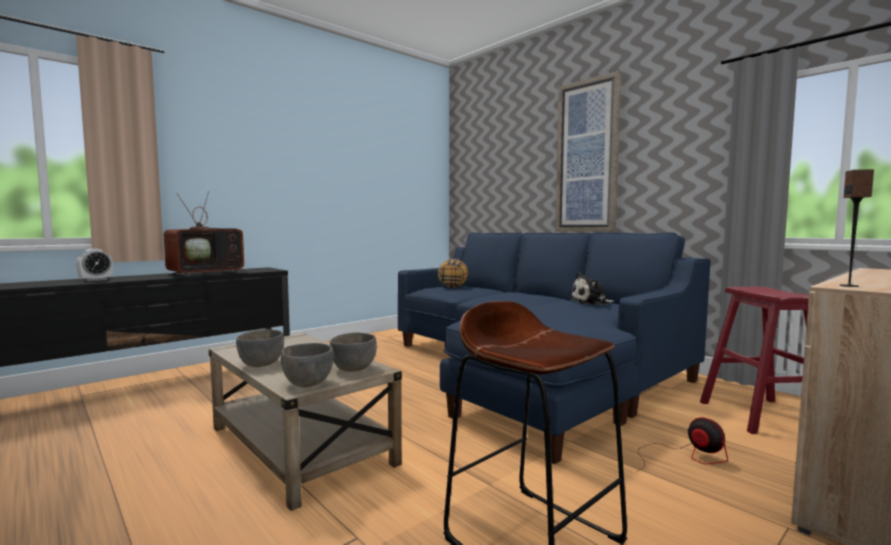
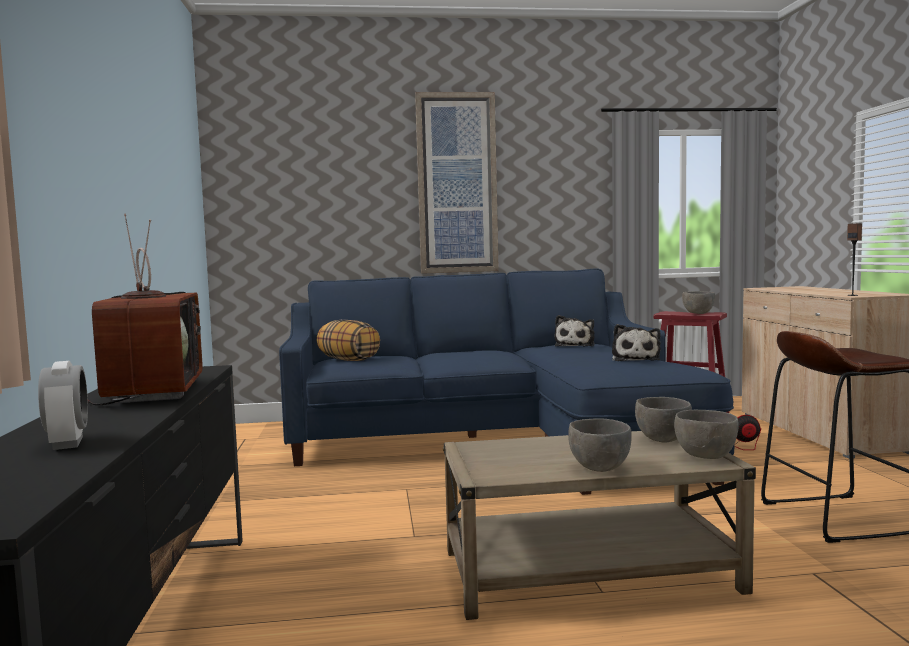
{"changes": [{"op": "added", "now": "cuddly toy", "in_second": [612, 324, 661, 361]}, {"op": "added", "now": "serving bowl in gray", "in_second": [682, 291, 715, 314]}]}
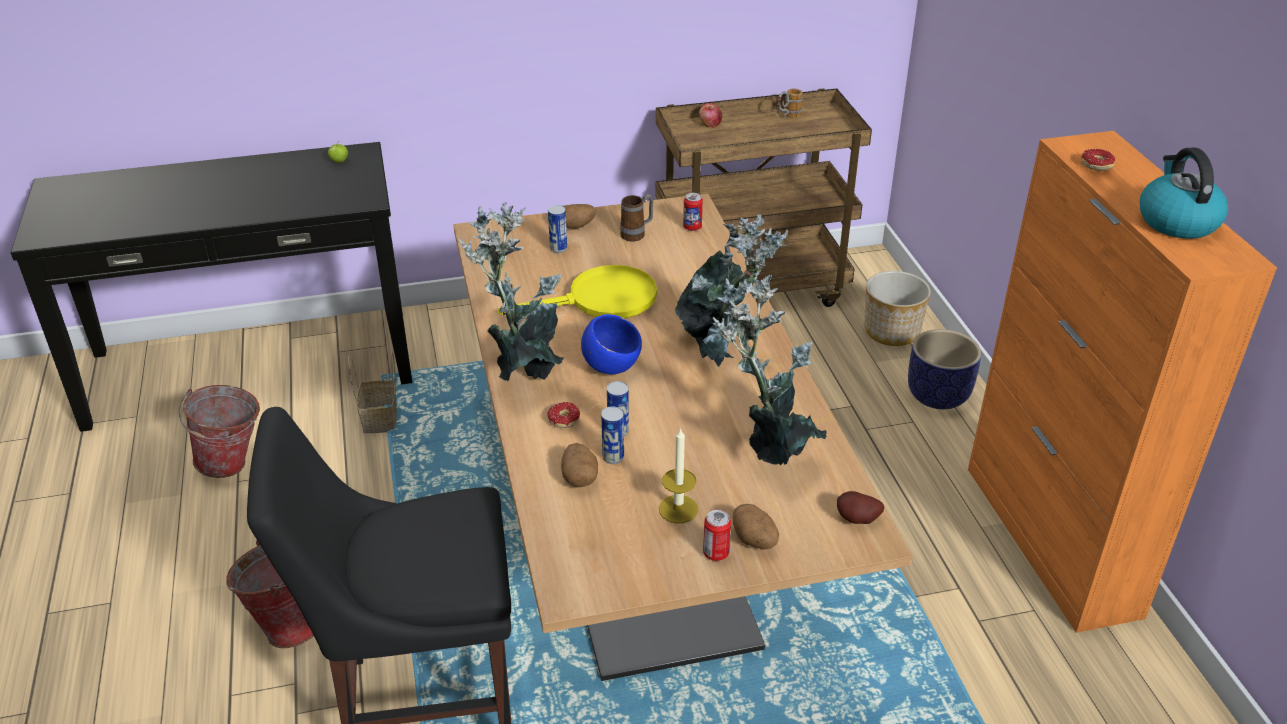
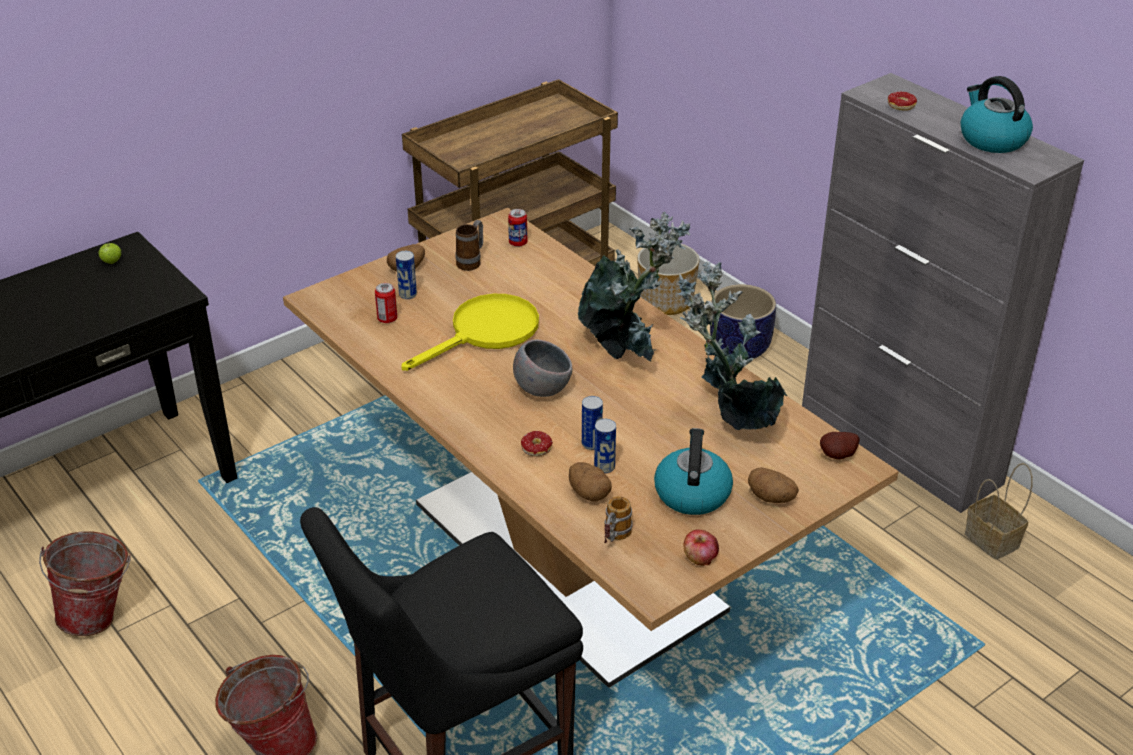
{"changes": [{"op": "moved", "was": "household basket", "in_first": [348, 352, 397, 433], "in_second": [965, 463, 1033, 559]}, {"op": "removed", "was": "plant in a pot", "in_first": [458, 202, 564, 381]}, {"op": "recoloured", "was": "serving bowl in blue", "now": "serving bowl in gray", "in_first": [581, 314, 642, 375], "in_second": [513, 340, 572, 397]}, {"op": "replaced", "was": "candle", "now": "water kettle", "in_first": [659, 427, 698, 523], "in_second": [654, 428, 733, 515]}, {"op": "moved", "was": "apple fruit", "in_first": [699, 103, 722, 128], "in_second": [684, 529, 719, 566]}, {"op": "moved", "was": "can", "in_first": [703, 510, 731, 561], "in_second": [375, 283, 397, 323]}, {"op": "moved", "was": "tea mug", "in_first": [777, 89, 803, 118], "in_second": [604, 496, 633, 543]}, {"op": "recoloured", "was": "cabinet in orangey", "now": "cabinet in gray", "in_first": [968, 131, 1277, 633], "in_second": [802, 73, 1084, 513]}]}
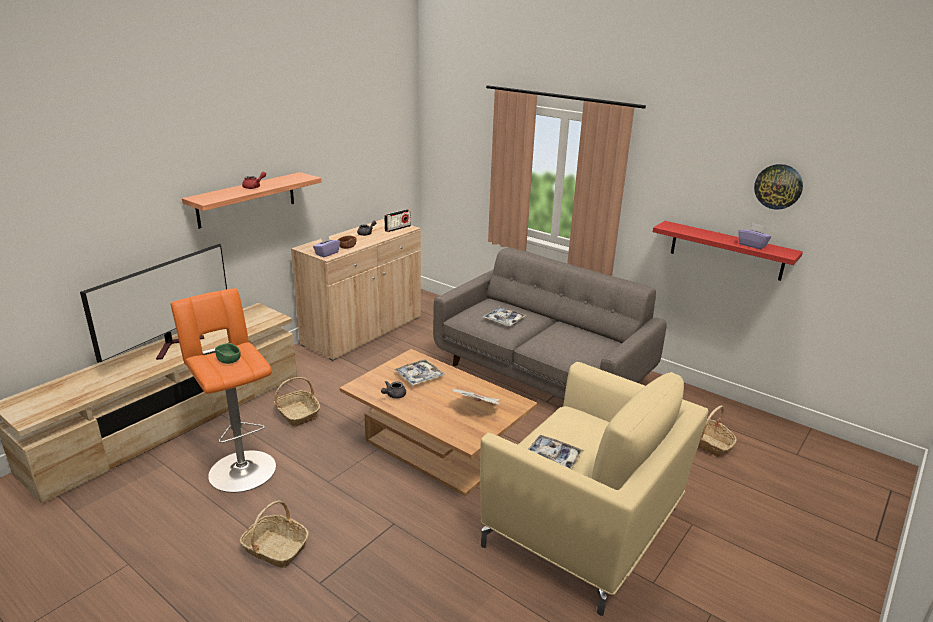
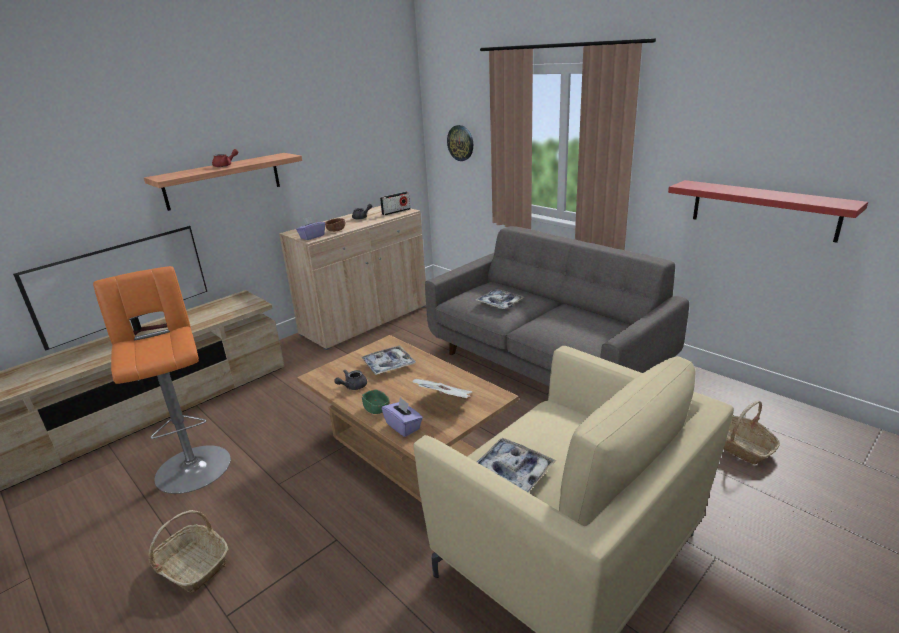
{"changes": [{"op": "moved", "was": "serving bowl in green-coloured", "in_first": [215, 343, 240, 364], "in_second": [362, 390, 389, 414]}, {"op": "removed", "was": "household basket", "in_first": [274, 377, 320, 427]}, {"op": "moved", "was": "box of tissues in purple-coloured", "in_first": [738, 223, 771, 249], "in_second": [382, 397, 423, 437]}, {"op": "moved", "was": "wall clock", "in_first": [754, 164, 803, 209], "in_second": [447, 125, 473, 161]}]}
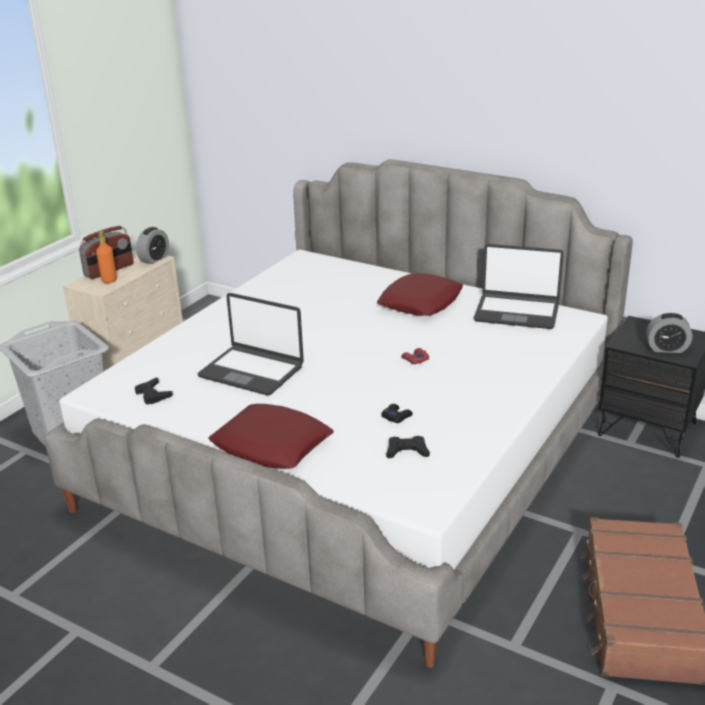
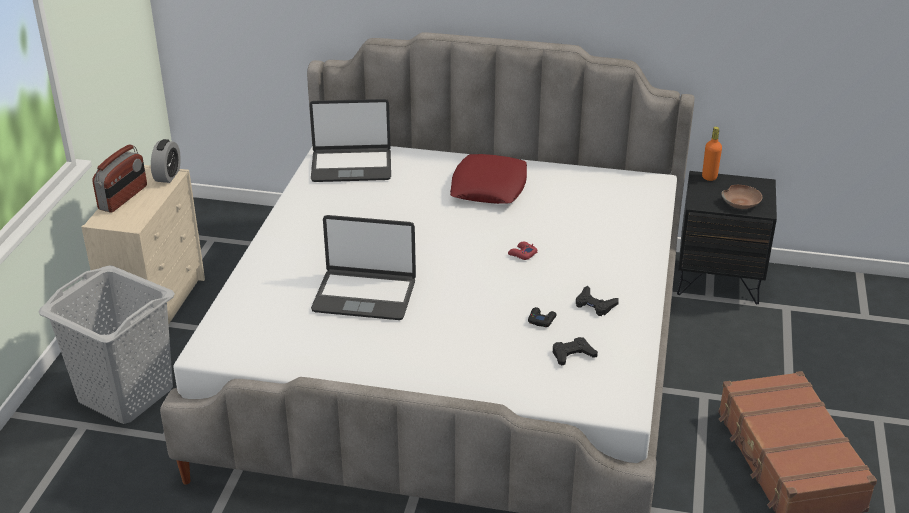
{"changes": [{"op": "moved", "was": "bottle in orangey", "in_first": [96, 231, 117, 283], "in_second": [702, 127, 722, 181]}, {"op": "moved", "was": "joypad in blackish", "in_first": [135, 377, 173, 405], "in_second": [576, 286, 619, 316]}, {"op": "removed", "was": "cushion in reddish", "in_first": [208, 404, 334, 469]}, {"op": "moved", "was": "notebook computer", "in_first": [474, 244, 564, 329], "in_second": [309, 99, 391, 182]}, {"op": "replaced", "was": "alarm clock", "now": "serving bowl in brown", "in_first": [646, 313, 692, 353], "in_second": [721, 185, 762, 209]}]}
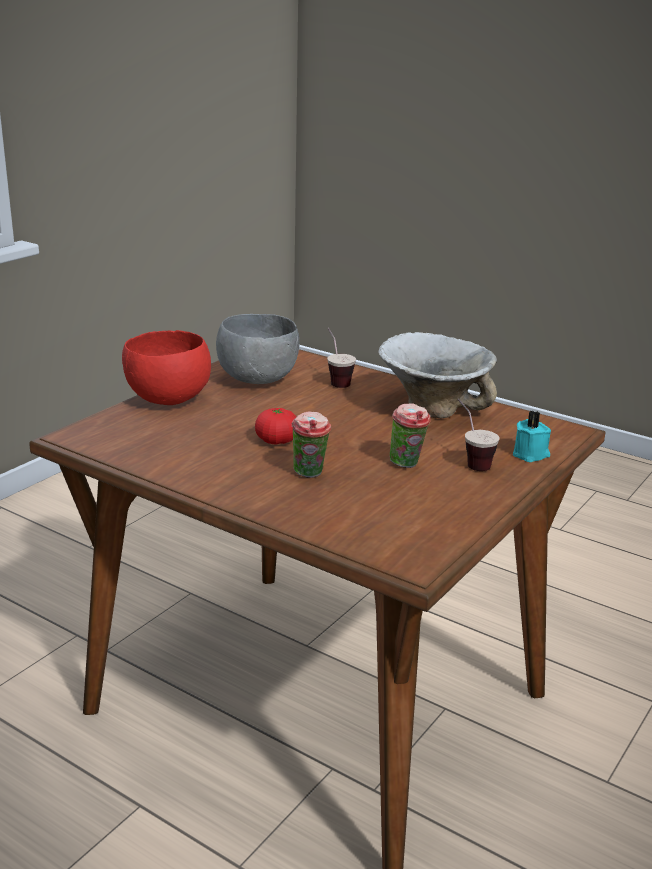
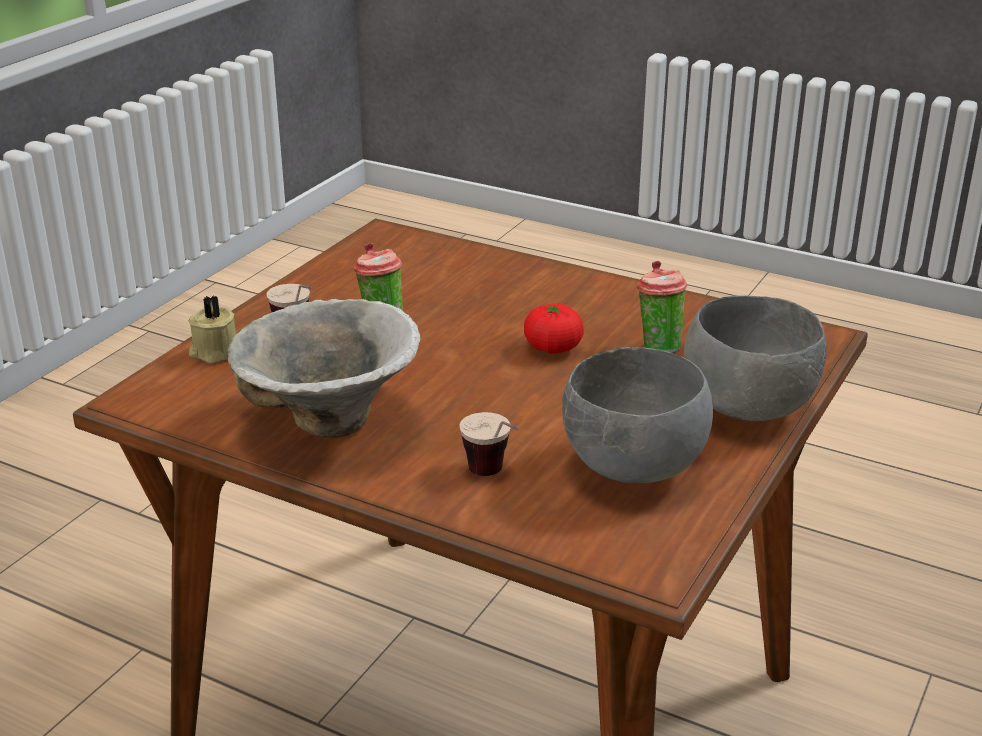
{"changes": [{"op": "recoloured", "was": "serving bowl in reddish", "now": "serving bowl in gray", "in_first": [122, 330, 211, 405], "in_second": [684, 295, 827, 421]}, {"op": "moved", "was": "drinking cup", "in_first": [292, 412, 332, 478], "in_second": [637, 261, 687, 354]}, {"op": "recoloured", "was": "candle in turquoise-coloured", "now": "candle in sand-coloured", "in_first": [513, 411, 551, 462], "in_second": [189, 295, 236, 363]}]}
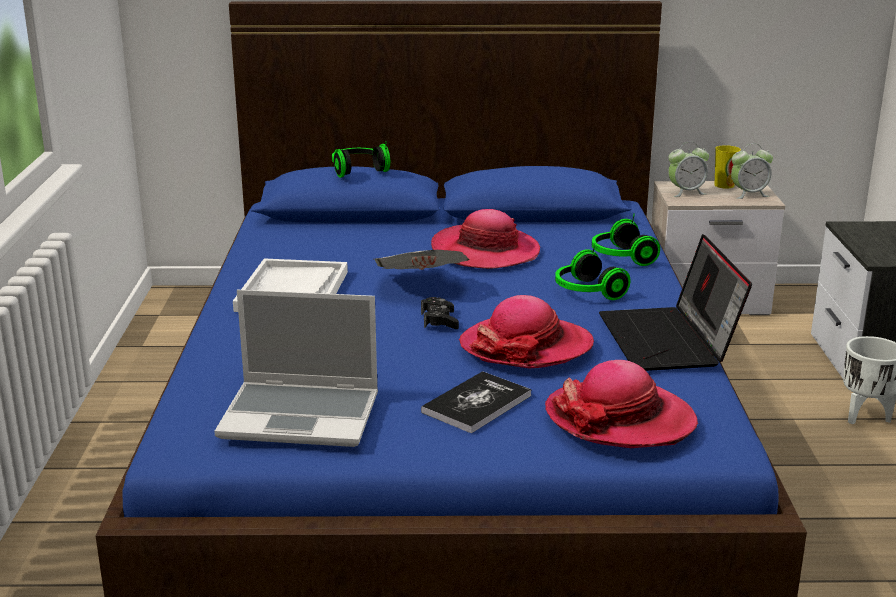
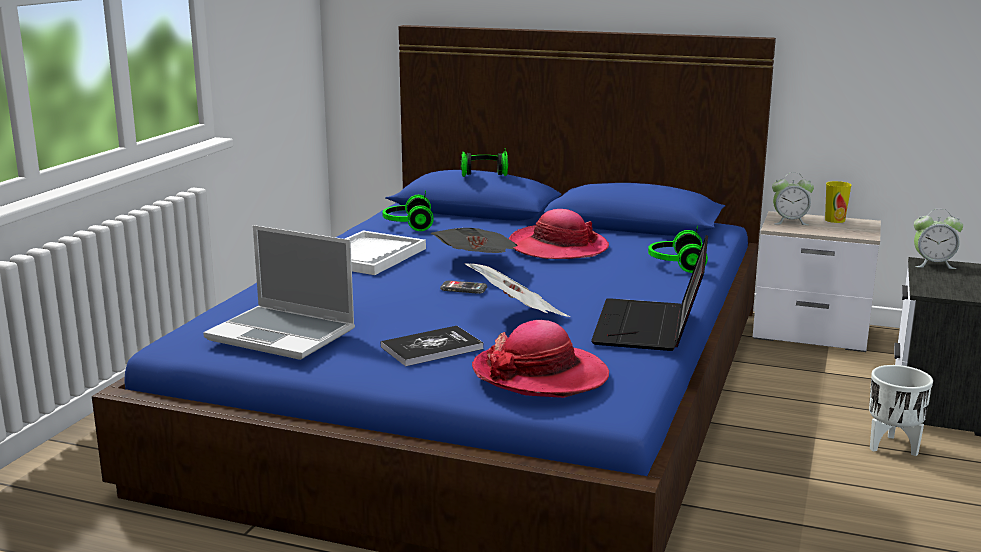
{"changes": [{"op": "replaced", "was": "joypad in blackish", "now": "handset", "in_first": [421, 297, 459, 329], "in_second": [440, 280, 487, 294]}, {"op": "replaced", "was": "hat", "now": "newspaper", "in_first": [459, 295, 594, 368], "in_second": [464, 263, 570, 317]}, {"op": "moved", "was": "headset", "in_first": [555, 243, 631, 300], "in_second": [382, 190, 434, 231]}, {"op": "moved", "was": "alarm clock", "in_first": [731, 144, 773, 199], "in_second": [914, 209, 963, 269]}]}
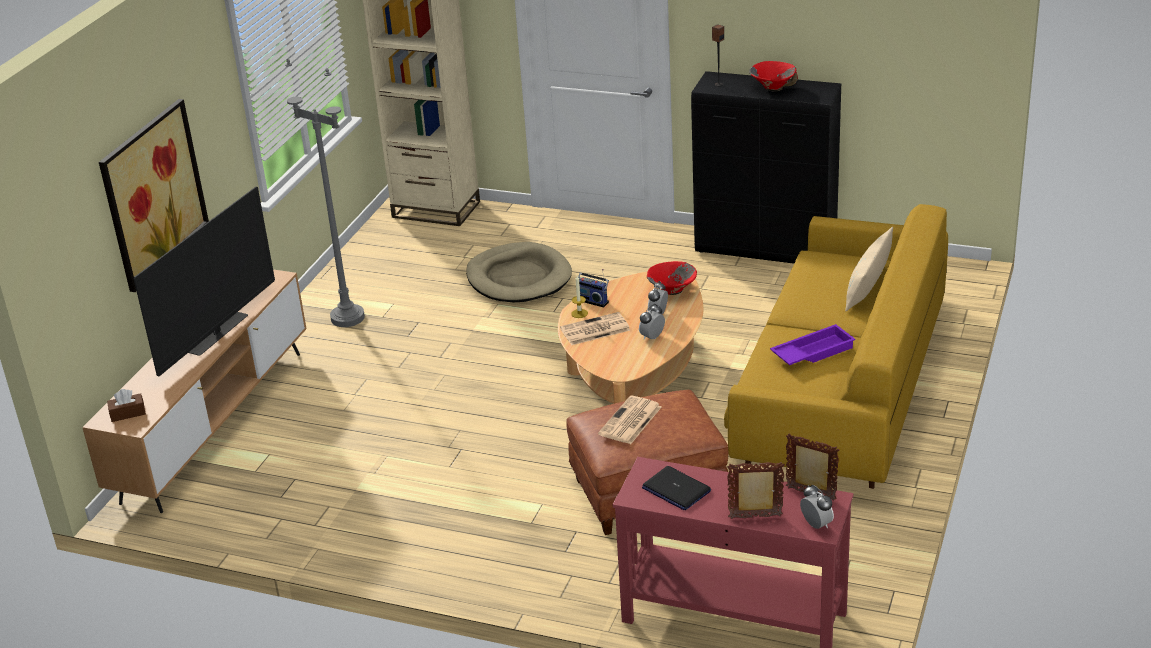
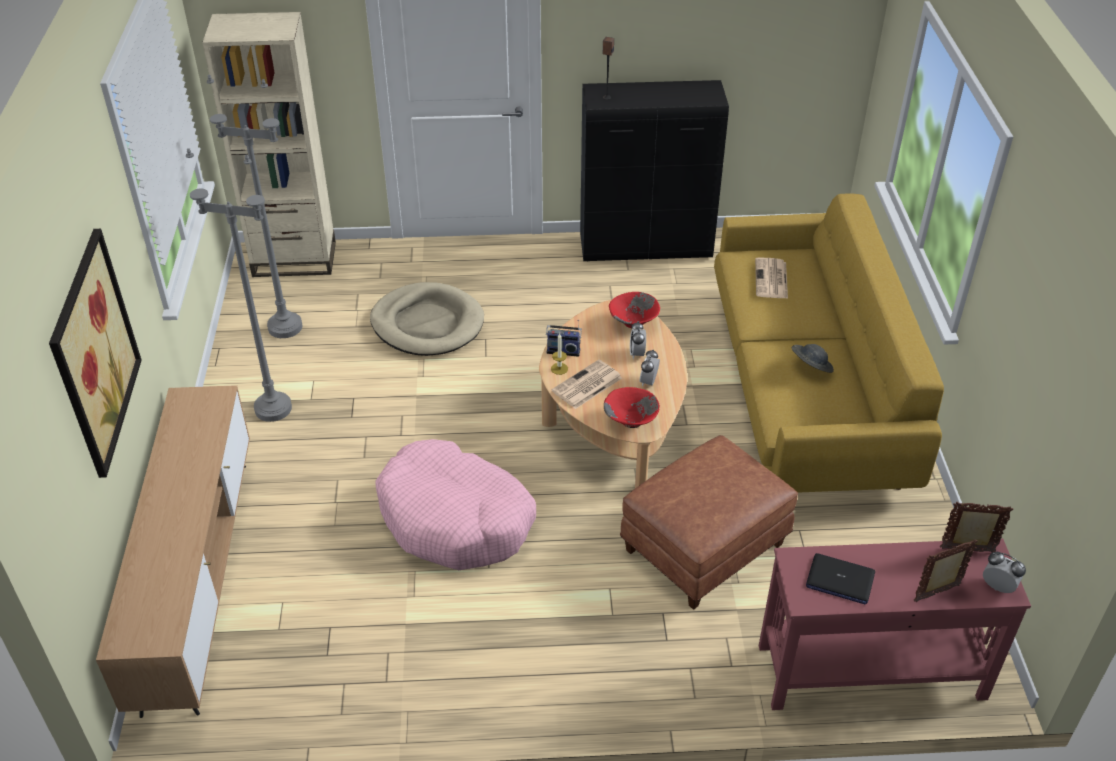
{"changes": [{"op": "removed", "was": "box of tissues in brown", "in_first": [107, 389, 146, 422]}, {"op": "removed", "was": "TV set", "in_first": [134, 187, 275, 376]}, {"op": "moved", "was": "newspaper", "in_first": [598, 396, 661, 444], "in_second": [755, 257, 788, 299]}, {"op": "moved", "was": "serving bowl in reddish", "in_first": [749, 61, 798, 92], "in_second": [604, 387, 660, 428]}, {"op": "replaced", "was": "serving tray in purple-coloured", "now": "hat in gray", "in_first": [770, 324, 856, 365], "in_second": [792, 344, 834, 373]}, {"op": "removed", "was": "cushion in sand-coloured", "in_first": [845, 227, 893, 311]}, {"op": "added", "now": "floor lamp in gray", "in_second": [207, 75, 302, 338]}, {"op": "added", "now": "dog bed in pink-coloured", "in_second": [375, 439, 536, 570]}]}
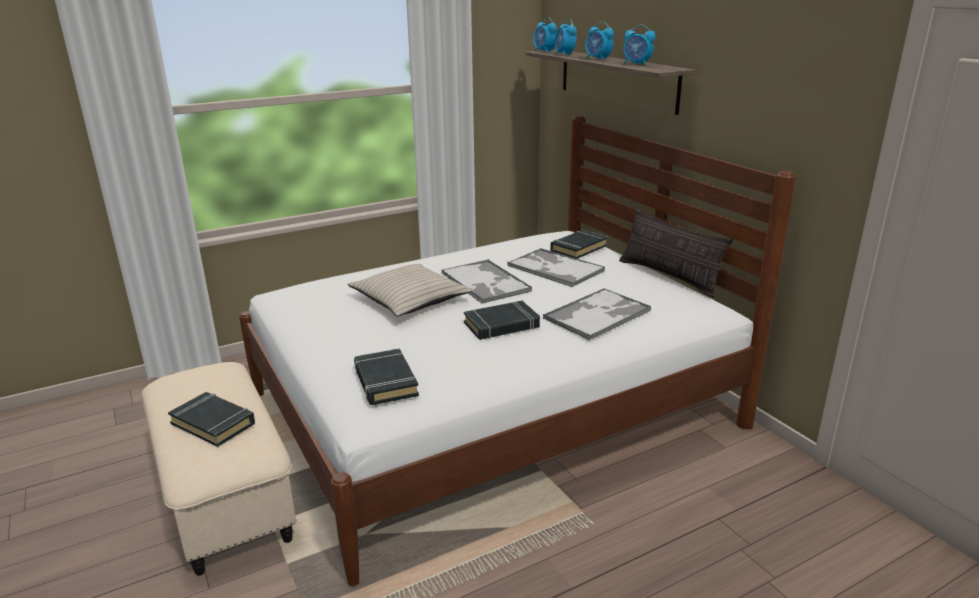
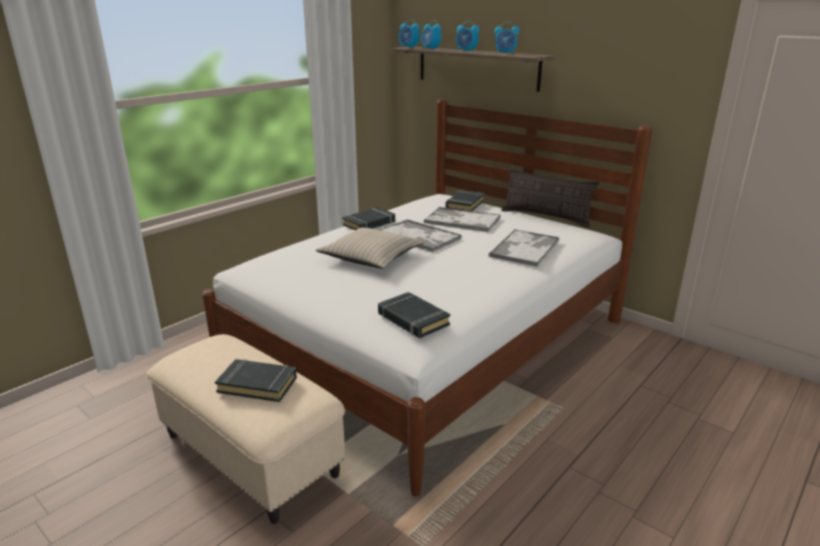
{"changes": [{"op": "moved", "was": "book in blackish", "in_first": [464, 301, 540, 340], "in_second": [342, 207, 395, 230]}]}
